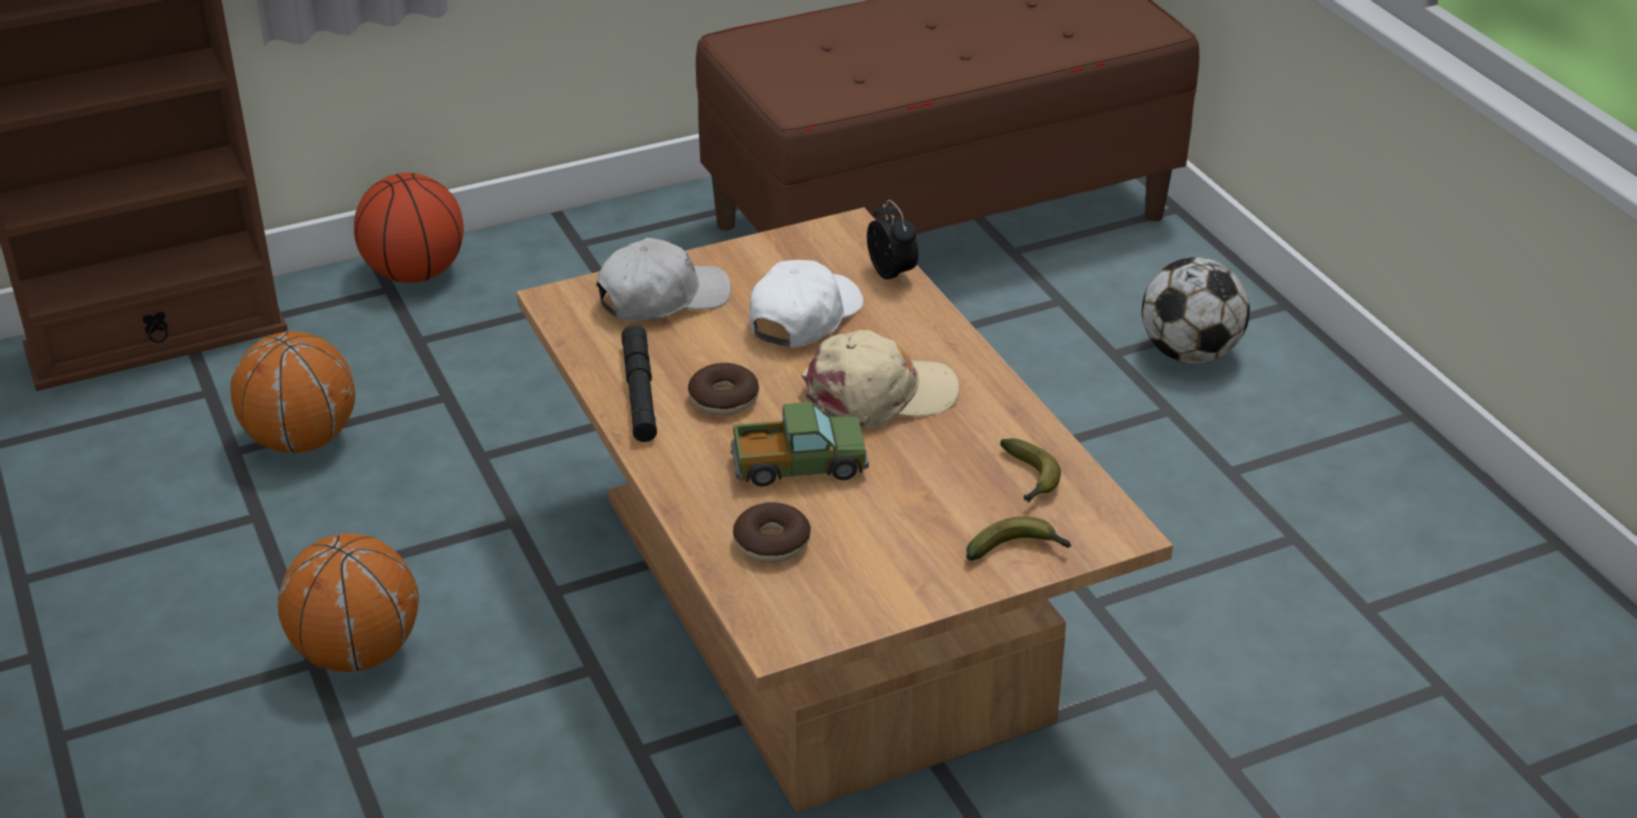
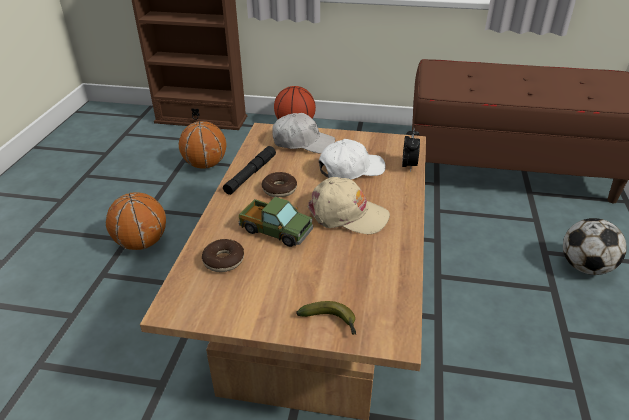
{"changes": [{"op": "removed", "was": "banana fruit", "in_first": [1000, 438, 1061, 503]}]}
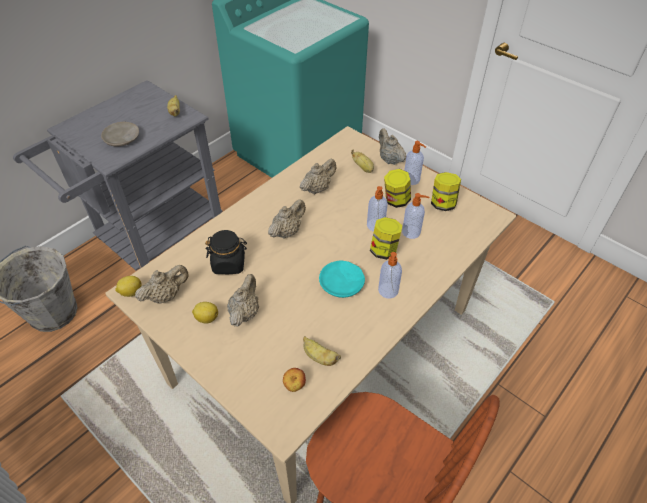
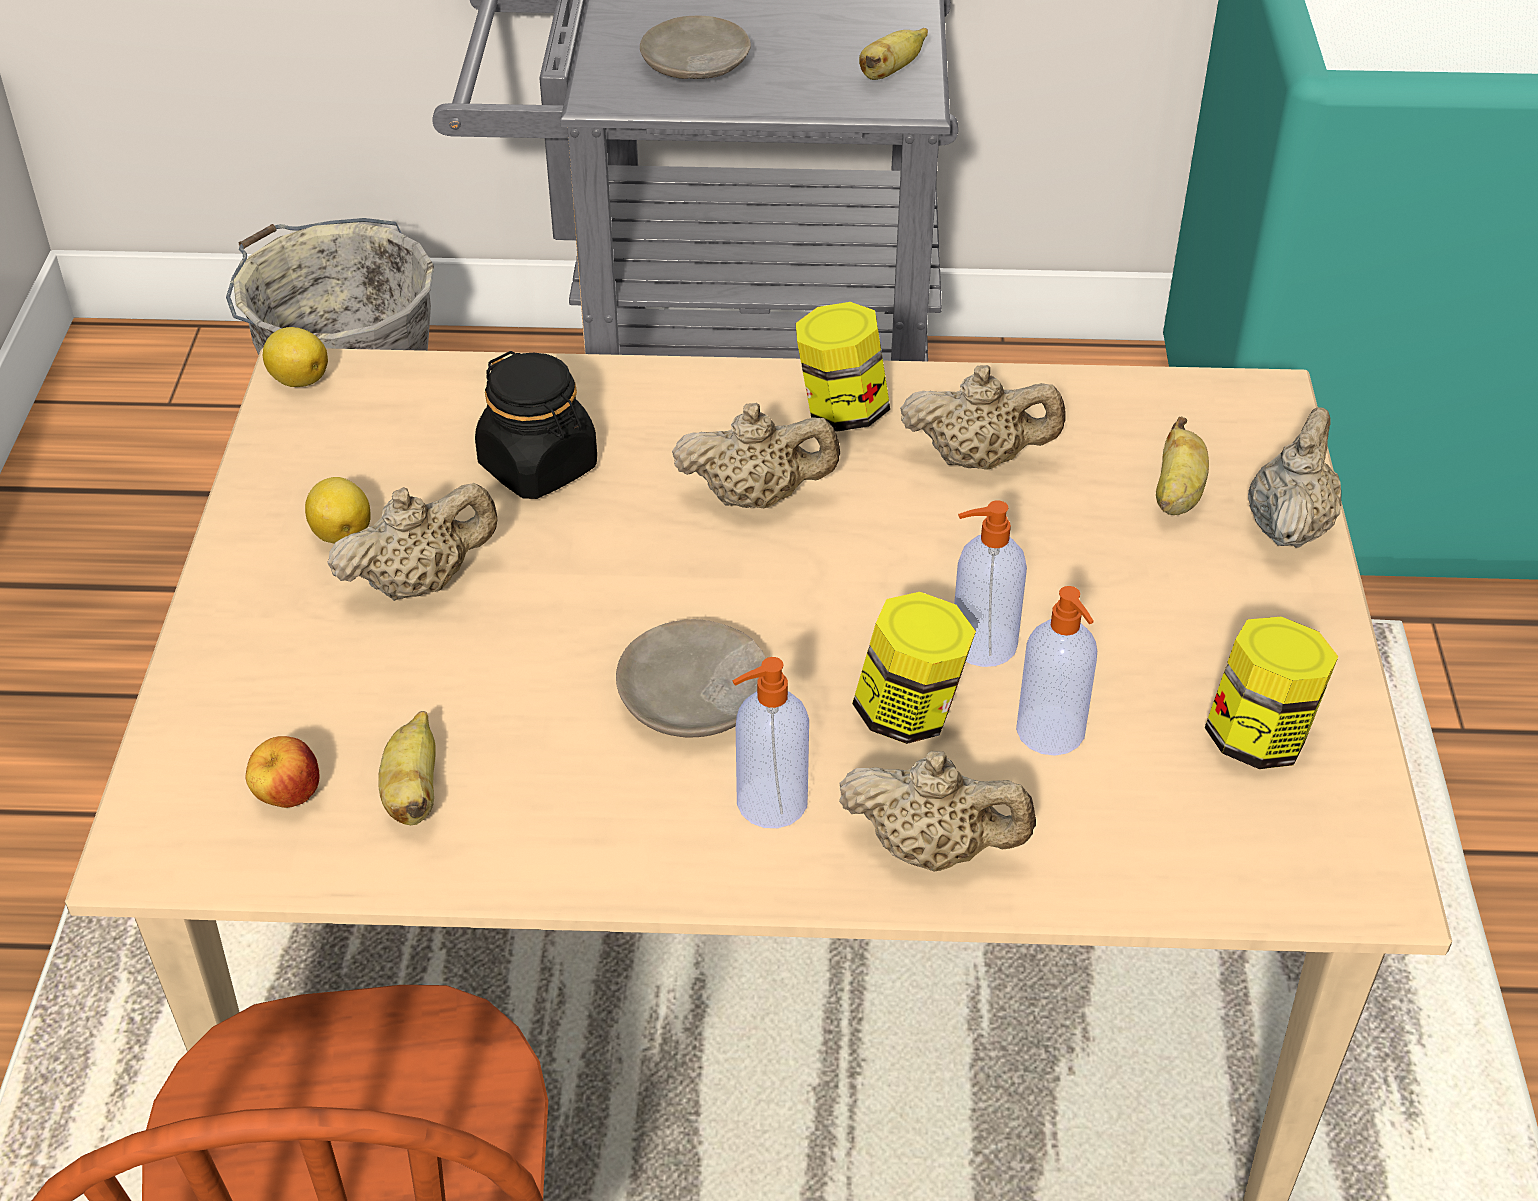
{"changes": [{"op": "moved", "was": "teapot in sand-coloured", "in_first": [135, 265, 189, 304], "in_second": [839, 751, 1036, 871]}, {"op": "recoloured", "was": "flat dish in turquoise-coloured", "now": "flat dish in sand-coloured", "in_first": [319, 260, 365, 298], "in_second": [616, 619, 766, 737]}, {"op": "moved", "was": "preserve jar", "in_first": [384, 169, 411, 208], "in_second": [796, 302, 890, 432]}, {"op": "removed", "was": "liquid soap bottle", "in_first": [404, 141, 426, 185]}]}
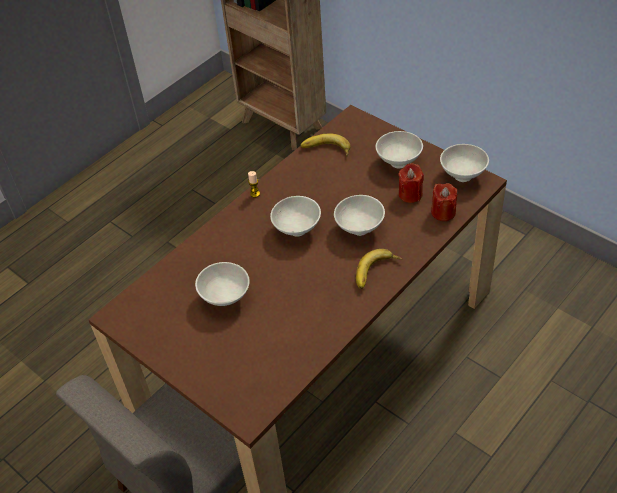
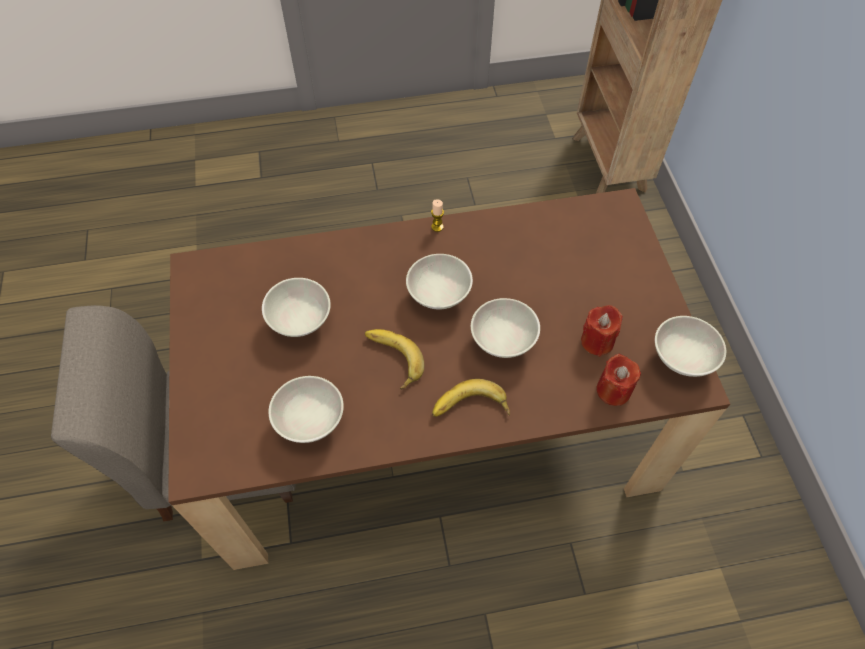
{"changes": [{"op": "moved", "was": "banana fruit", "in_first": [300, 133, 350, 157], "in_second": [365, 329, 424, 390]}, {"op": "moved", "was": "serving bowl in white", "in_first": [376, 131, 423, 169], "in_second": [268, 376, 344, 443]}]}
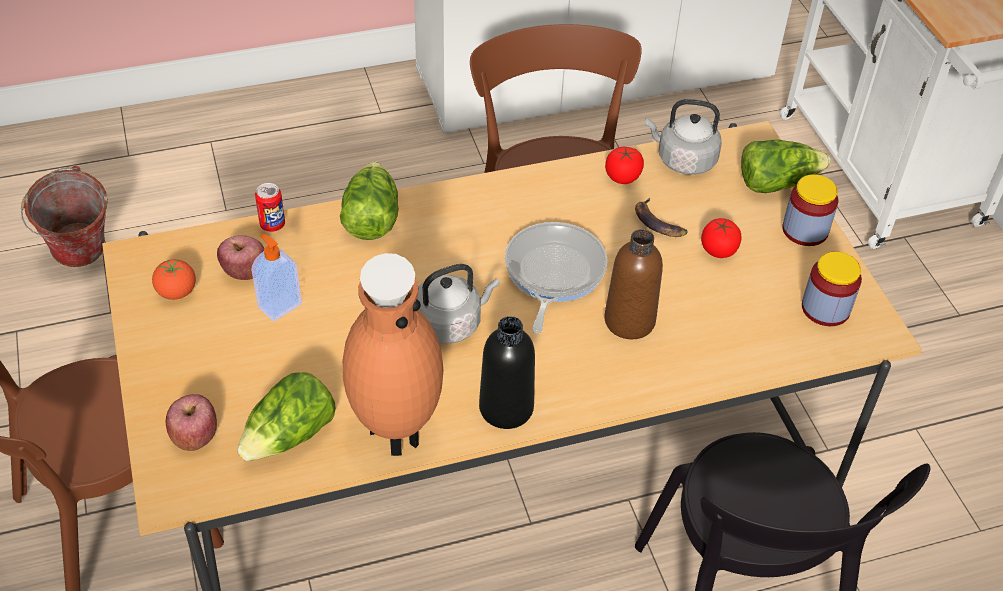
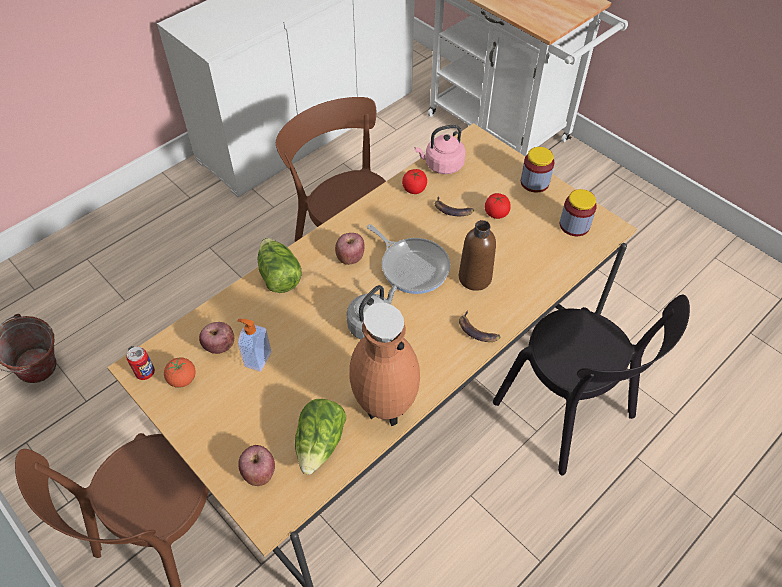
{"changes": [{"op": "moved", "was": "can", "in_first": [255, 183, 285, 232], "in_second": [127, 347, 155, 380]}, {"op": "removed", "was": "bottle in blackish", "in_first": [479, 316, 535, 429]}, {"op": "turned", "was": "skillet", "in_first": [505, 222, 608, 334], "in_second": [367, 224, 450, 294], "clockwise": 150}, {"op": "recoloured", "was": "water kettle in gray", "now": "water kettle in pink-coloured", "in_first": [645, 99, 722, 175], "in_second": [415, 125, 466, 174]}, {"op": "removed", "was": "lettuce", "in_first": [741, 139, 831, 193]}, {"op": "added", "now": "apple fruit", "in_second": [335, 233, 365, 265]}, {"op": "added", "now": "banana fruit", "in_second": [459, 310, 501, 342]}]}
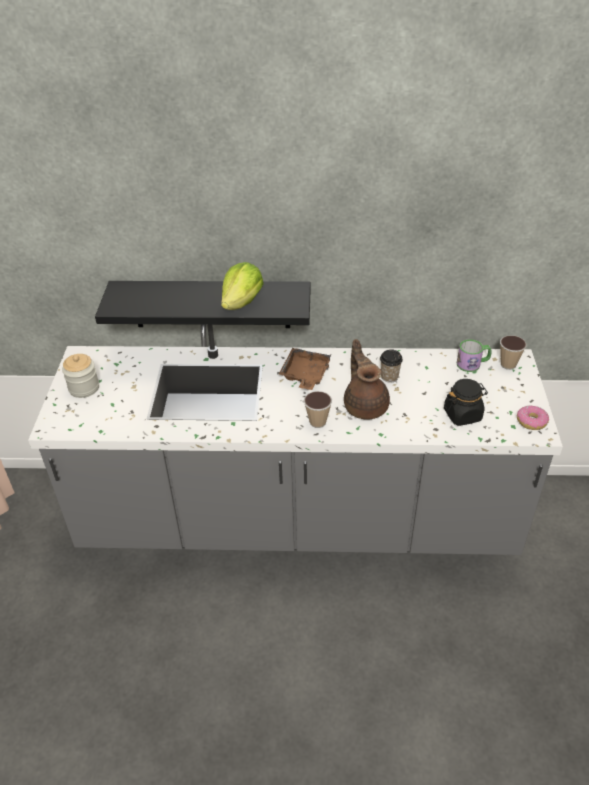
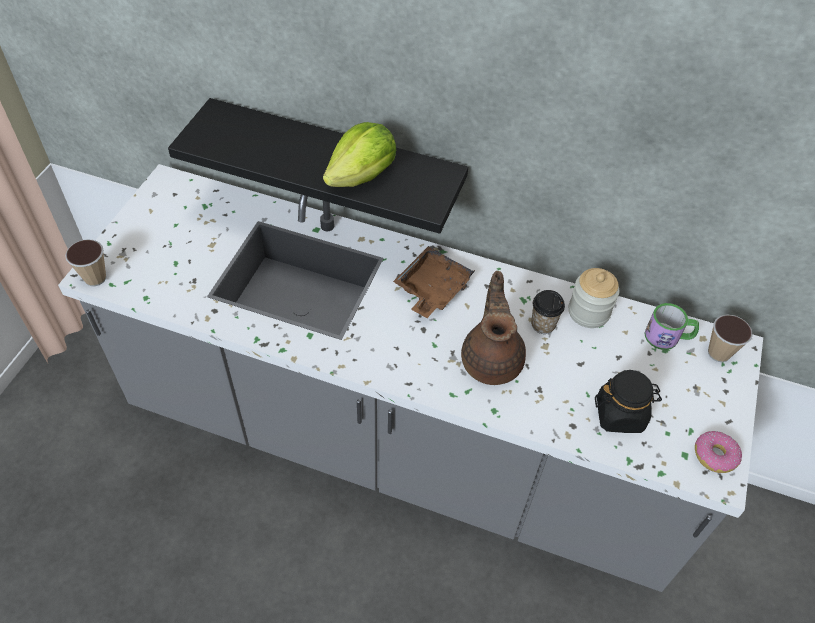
{"changes": [{"op": "moved", "was": "preserve jar", "in_first": [62, 354, 99, 398], "in_second": [569, 268, 619, 328]}, {"op": "moved", "was": "drinking cup", "in_first": [304, 391, 332, 428], "in_second": [65, 240, 106, 286]}]}
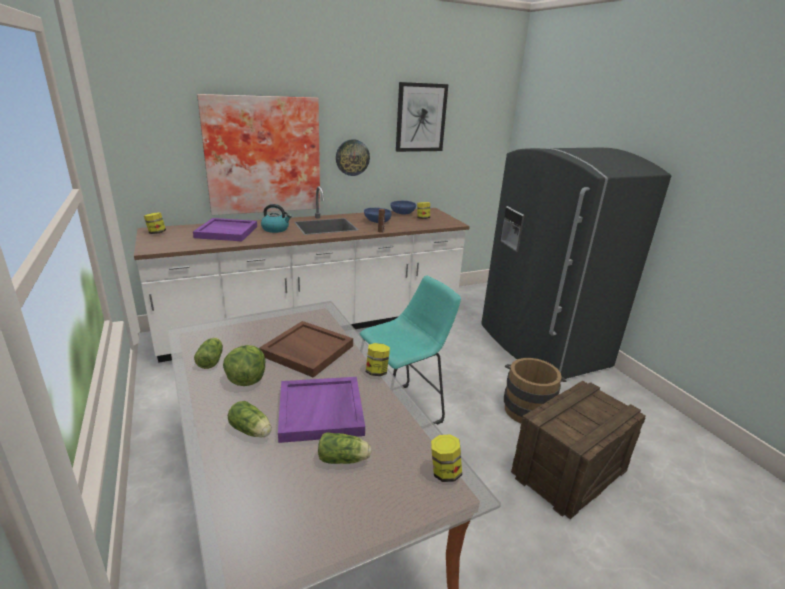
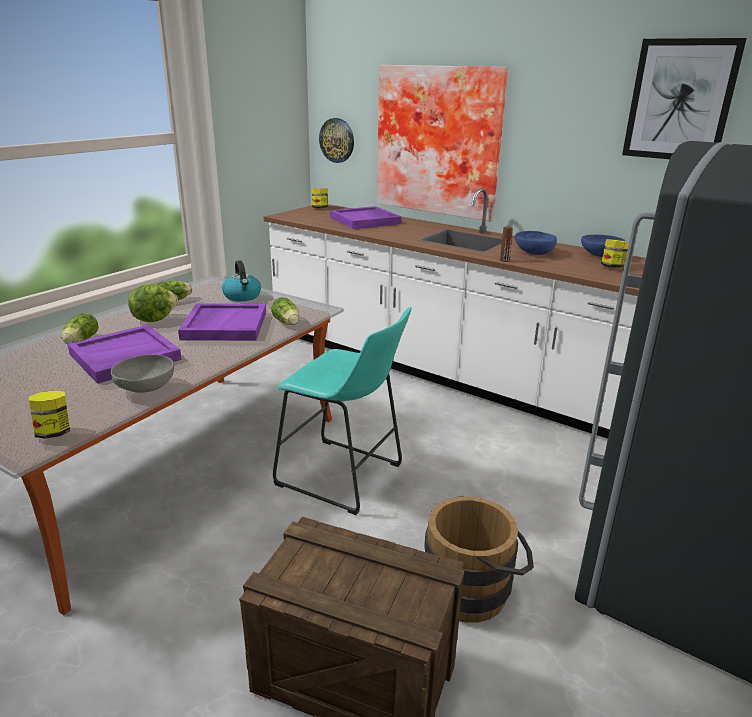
{"changes": [{"op": "recoloured", "was": "serving tray in brown", "now": "serving tray in purple-coloured", "in_first": [259, 321, 353, 378], "in_second": [178, 303, 266, 341]}, {"op": "moved", "was": "water kettle", "in_first": [261, 204, 292, 233], "in_second": [222, 260, 261, 301]}, {"op": "moved", "was": "lettuce", "in_first": [318, 432, 372, 464], "in_second": [271, 297, 299, 325]}, {"op": "moved", "was": "wall clock", "in_first": [336, 139, 370, 176], "in_second": [319, 118, 354, 163]}, {"op": "removed", "was": "preserve jar", "in_first": [366, 343, 390, 376]}, {"op": "added", "now": "serving bowl in gray", "in_second": [111, 354, 174, 393]}]}
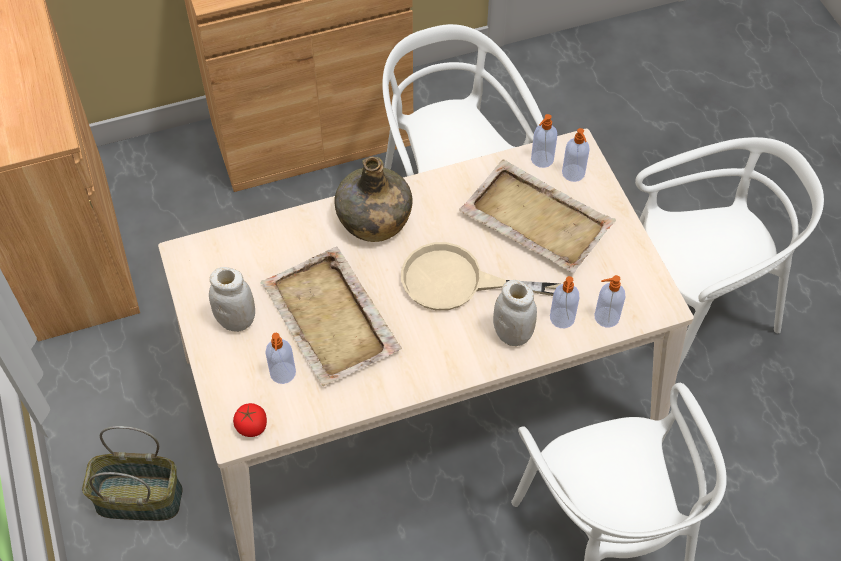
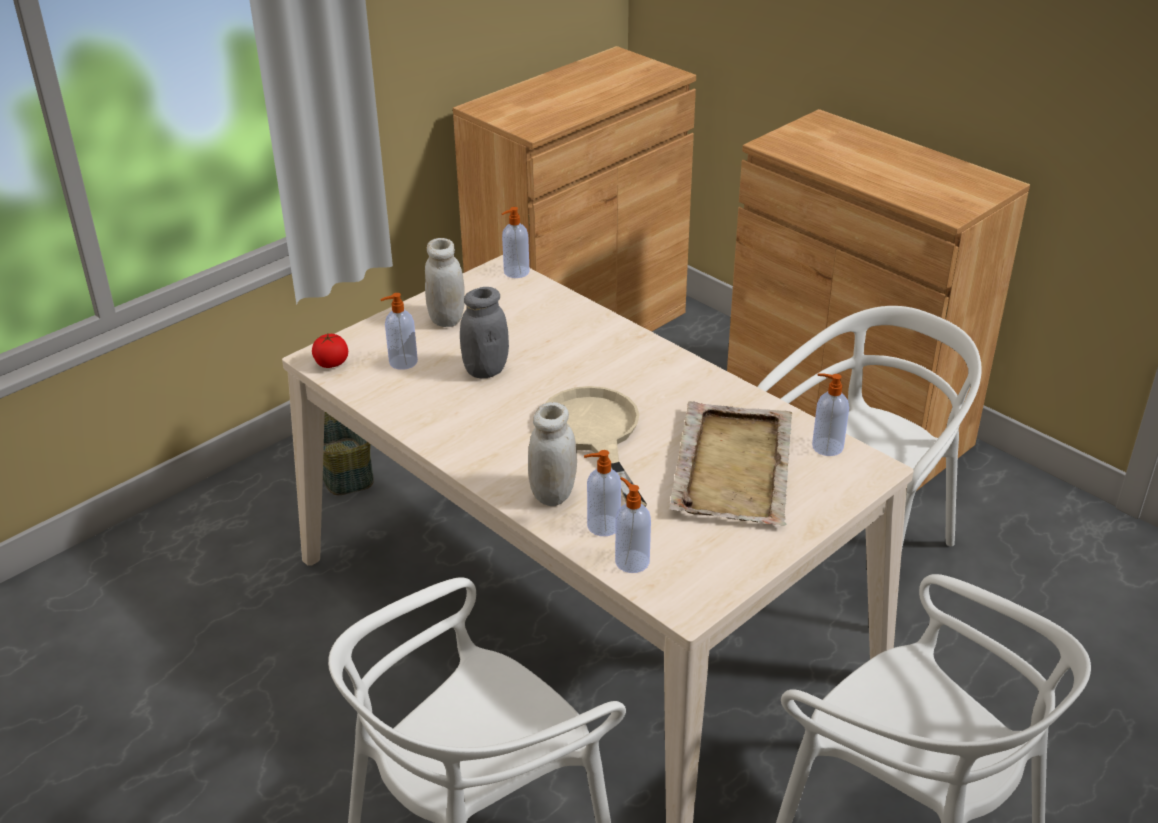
{"changes": [{"op": "replaced", "was": "serving tray in sand-coloured", "now": "preserve jar in gray", "in_first": [260, 246, 402, 387], "in_second": [460, 287, 509, 378]}, {"op": "removed", "was": "bottle in green-coloured", "in_first": [335, 156, 413, 242]}, {"op": "moved", "was": "liquid soap bottle", "in_first": [562, 128, 590, 182], "in_second": [502, 207, 530, 278]}]}
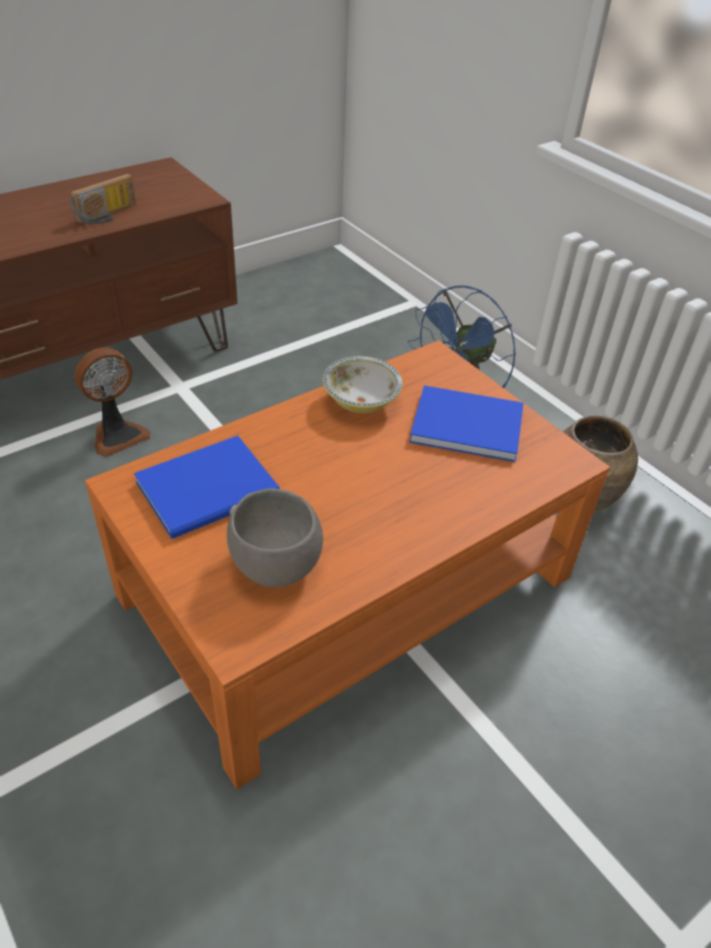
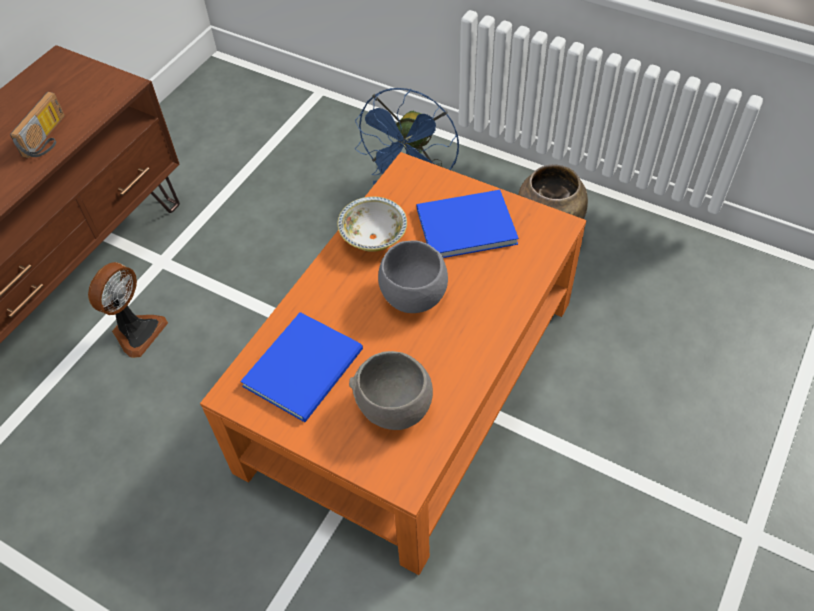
{"changes": [{"op": "added", "now": "serving bowl in gray", "in_second": [378, 240, 448, 313]}]}
